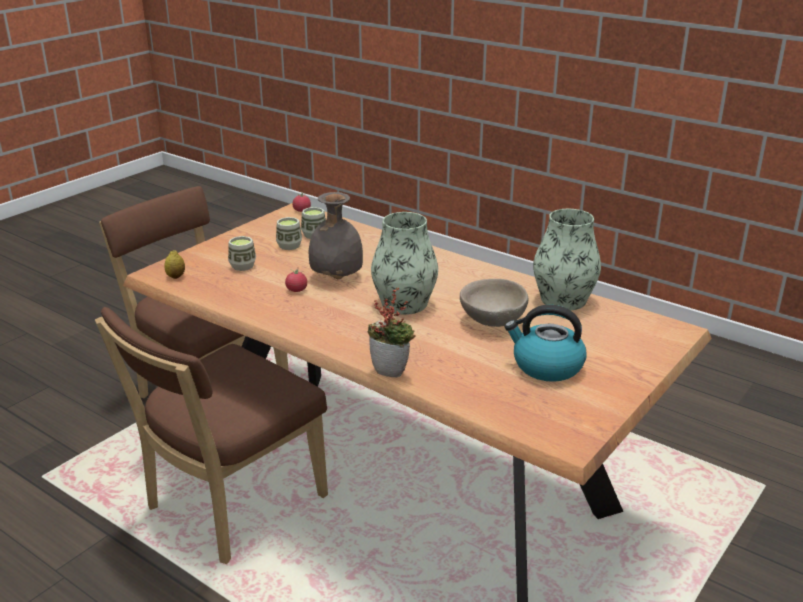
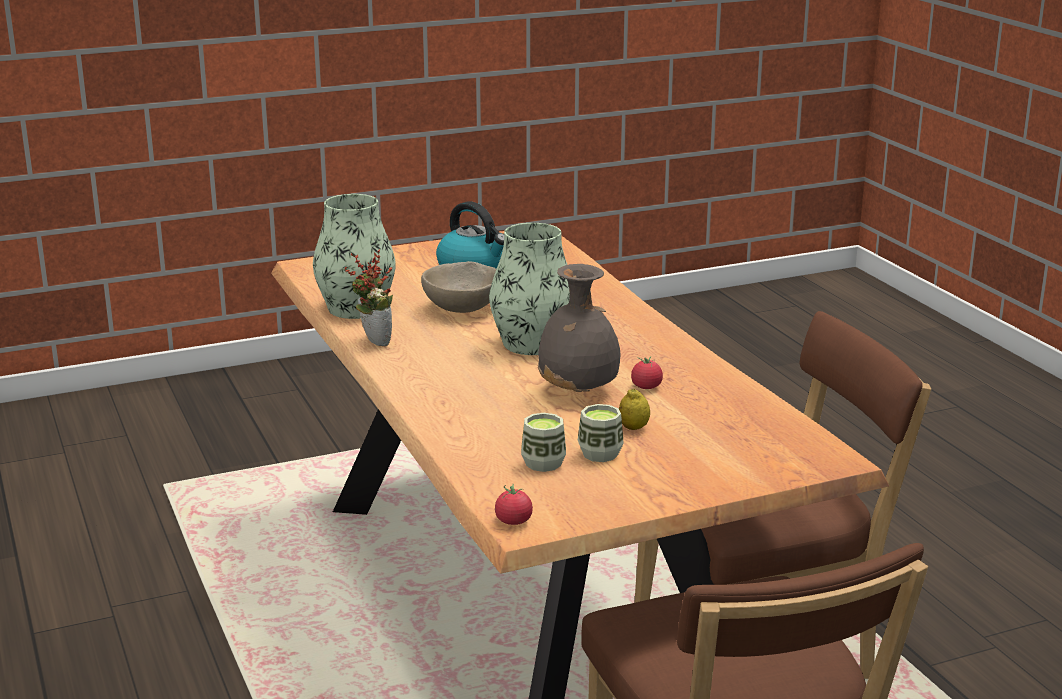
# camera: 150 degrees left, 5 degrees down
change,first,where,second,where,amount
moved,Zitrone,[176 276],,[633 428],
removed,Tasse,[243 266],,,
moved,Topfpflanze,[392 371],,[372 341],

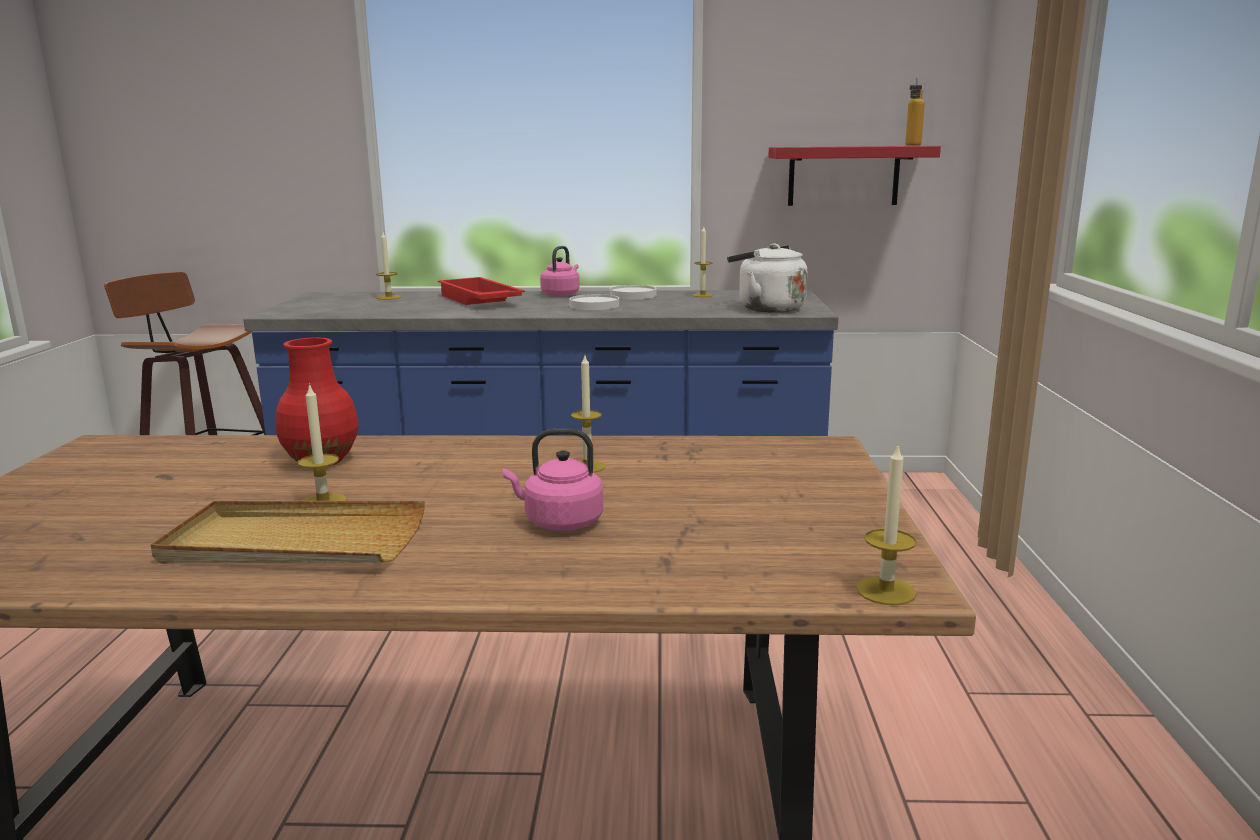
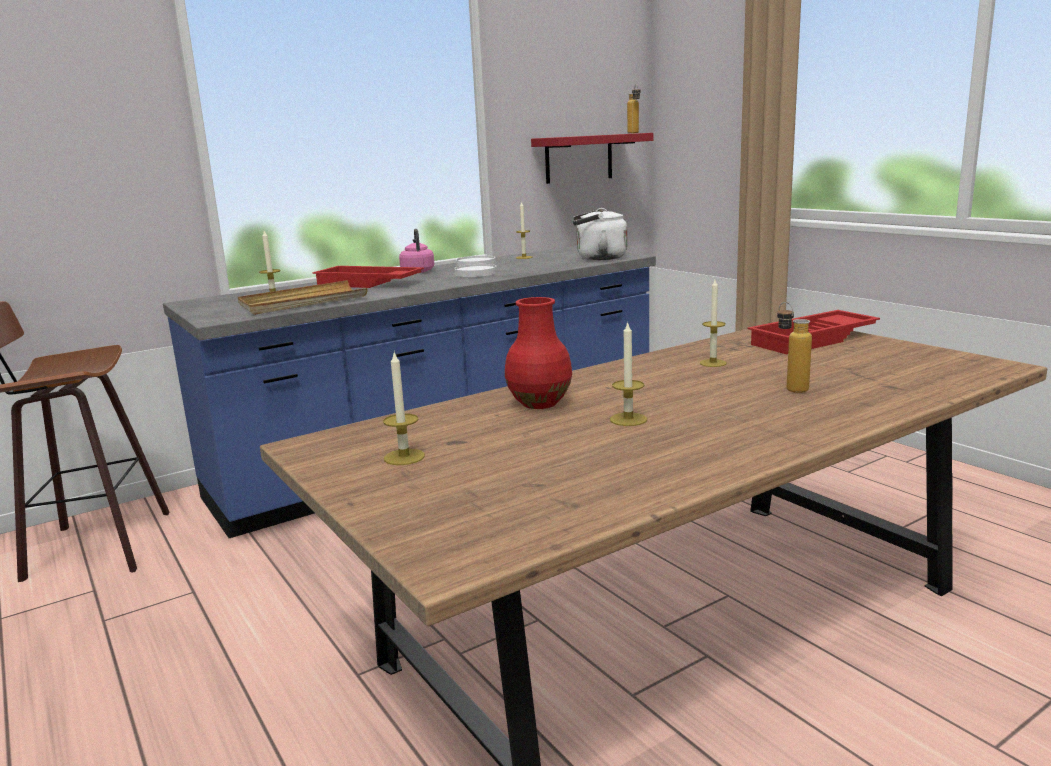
# camera: 35 degrees left, 0 degrees up
change,first,where,second,where,amount
moved,Tablett [beige],[294 543],,[302 302],
replaced,Wasserkessel [rosa],[559 522],Flasche,[790 388],
moved,Kerze,[886 591],,[404 457],
added,,,Tablett [rot],[813 340],

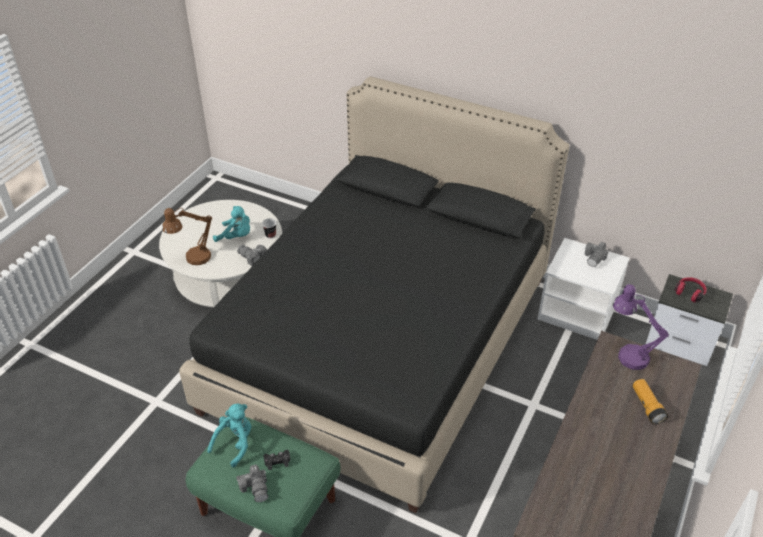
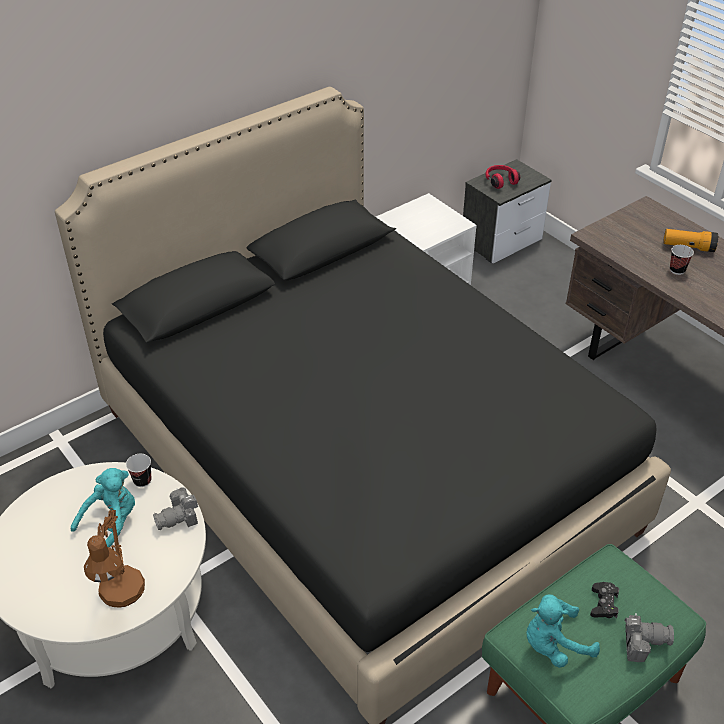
# camera: 65 degrees left, 0 degrees up
change,first,where,second,where,amount
turned,Plüschtier [türkis],[235 443],,[554 645],75 degrees counterclockwise
removed,Kamera,[594 258],,,
removed,Tischlampe [lila],[627 354],,,
added,,,Tasse,[677 270],

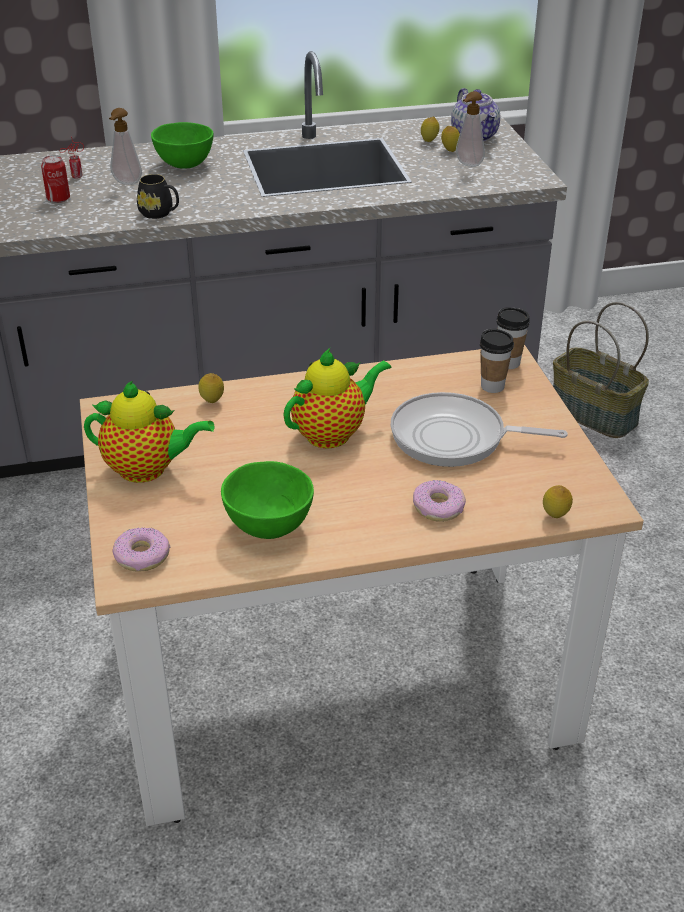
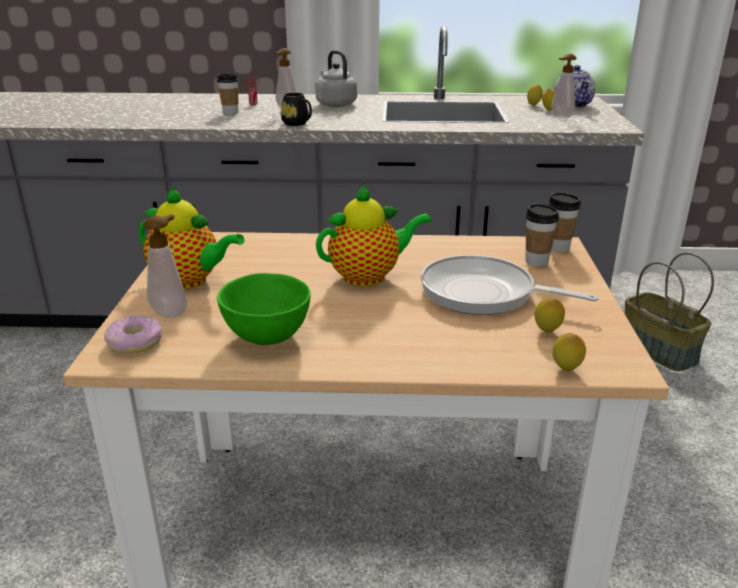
# camera: 15 degrees right, 10 degrees down
change,first,where,second,where,amount
replaced,Dose,[58 199],Tasse,[230 113],
replaced,Schüssel [grün],[184 164],Wasserkessel [grau],[335 104],
moved,Zitrone,[212 402],,[547 332],
removed,Donut,[438 507],,,
added,,,Seifenspender,[171 312],

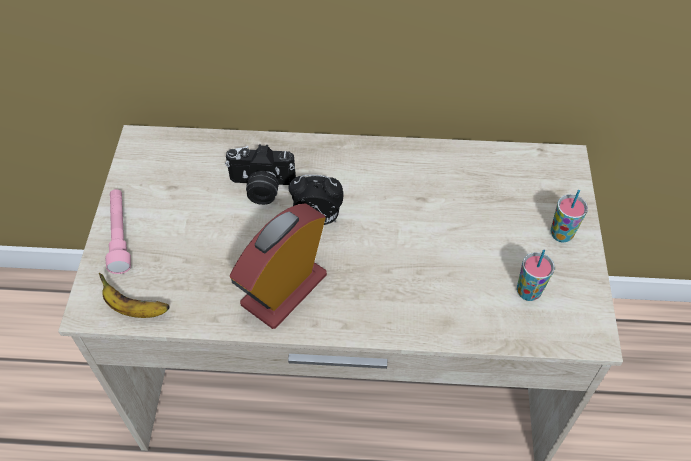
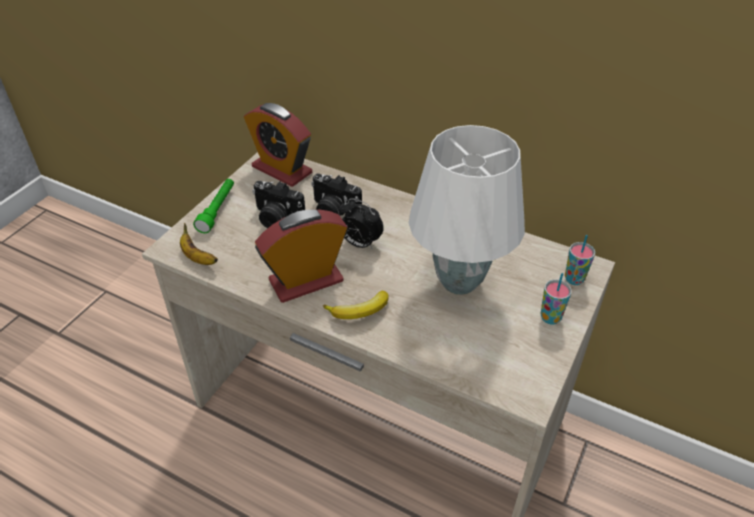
# camera: 25 degrees right, 10 degrees down
change,first,where,second,where,amount
recoloured,Taschenlampe [rosa],[119 235],Taschenlampe [grün],[217 210],
moved,Tasse,[528 292],,[574 279],
added,,,Wecker,[282 170],
added,,,Kamera,[276 218],
added,,,Banane,[359 311],
added,,,Tischlampe [weiß],[460 282],

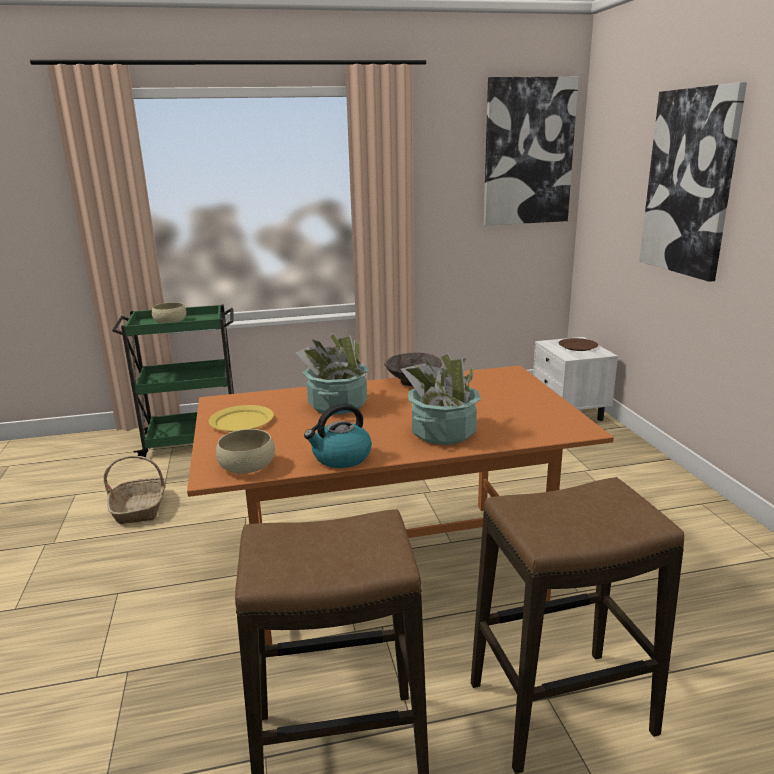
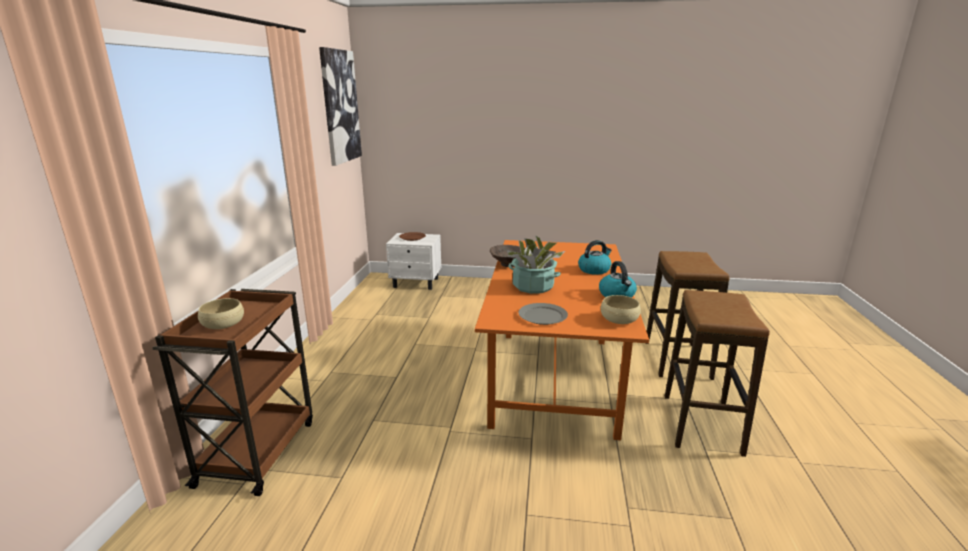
# camera: 70 degrees left, 0 degrees up
change,first,where,second,where,amount
removed,Korb,[140 508],,,
recoloured,Rollwagen [grün],[193 441],Rollwagen [braun],[258 451],
recoloured,Teller [gelb],[242 421],Teller [grau],[543 316],
replaced,Topfpflanze,[443 432],Wasserkessel,[594 270],
removed,Bild,[689 183],,,

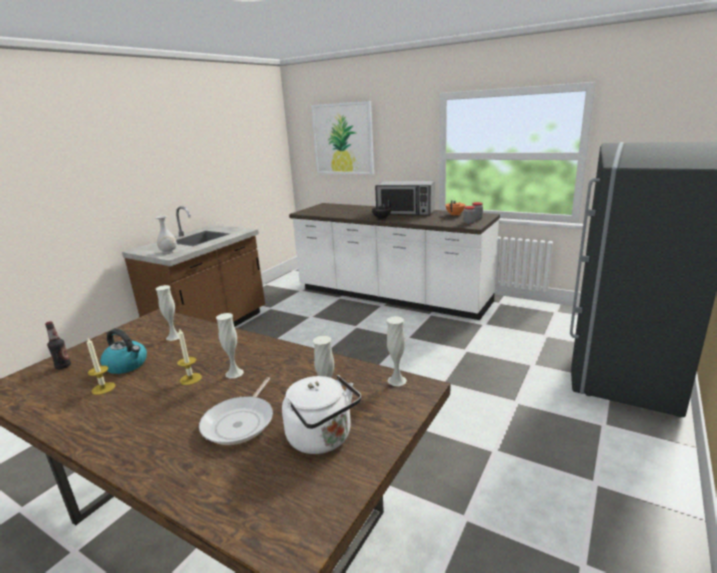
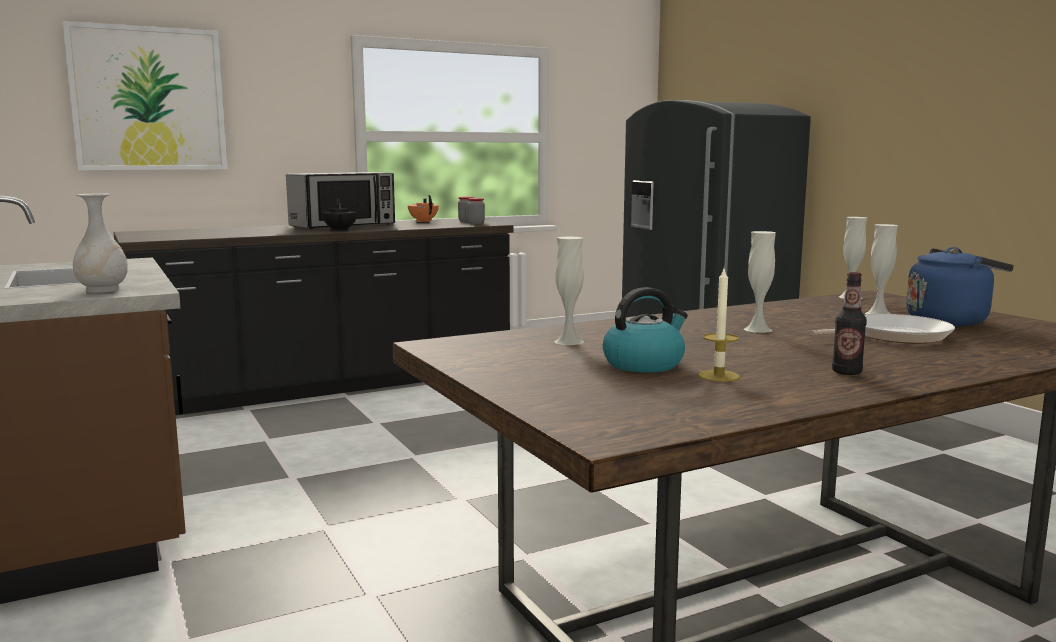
# camera: 60 degrees left, 10 degrees down
change,first,where,second,where,amount
moved,Flasche,[63 366],,[846 372],
removed,Kerze,[190 379],,,
turned,Pfanne,[240 422],,[893 336],60 degrees counterclockwise
recoloured,Wasserkessel [weiß],[323 439],Wasserkessel [blau],[950 321],
recoloured,Küchenzeile [weiß],[391 296],Küchenzeile [schwarz],[330 385],

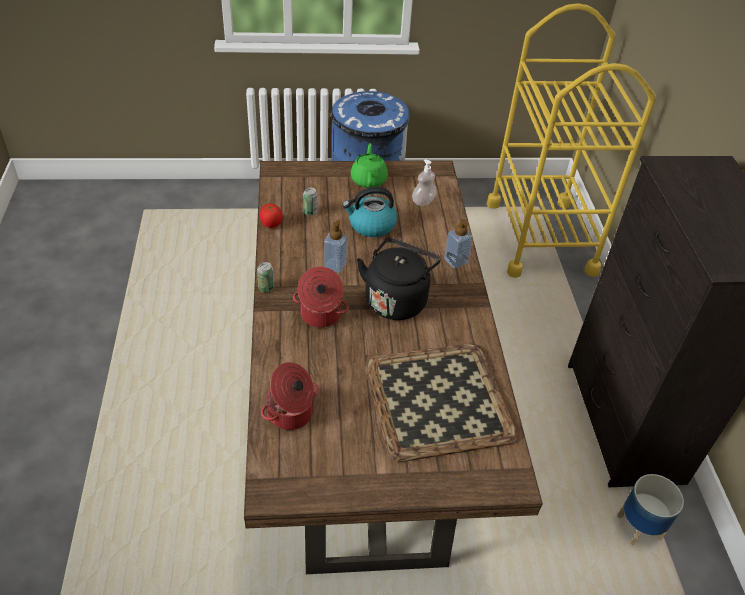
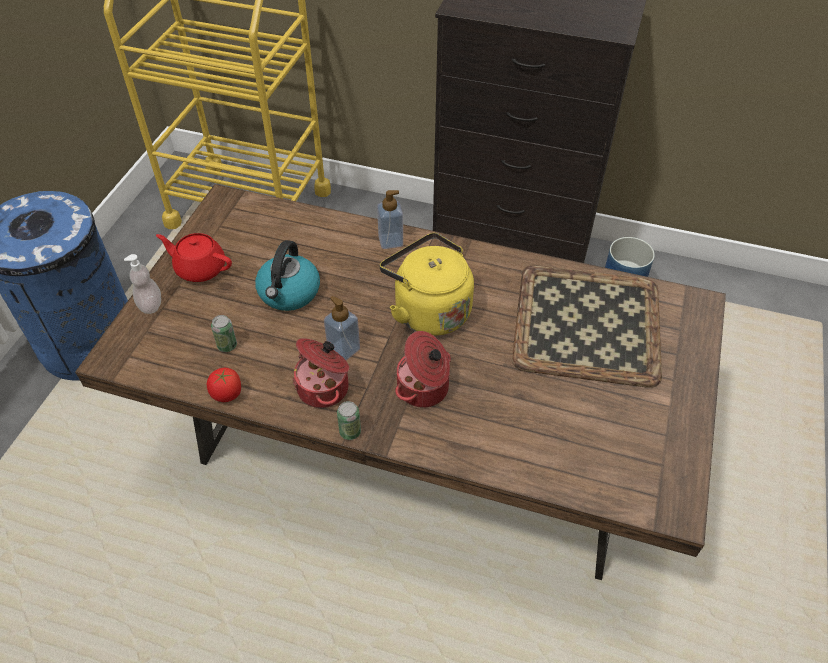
# camera: 65 degrees left, 5 degrees up
change,first,where,second,where,amount
moved,Kochtopf,[291 414],,[324 388],
recoloured,Teekanne [grün],[369 180],Teekanne [rot],[200 268],
recoloured,Wasserkessel [schwarz],[396 299],Wasserkessel [gelb],[428 310],
moved,Seifenspender,[423 202],,[150 305],

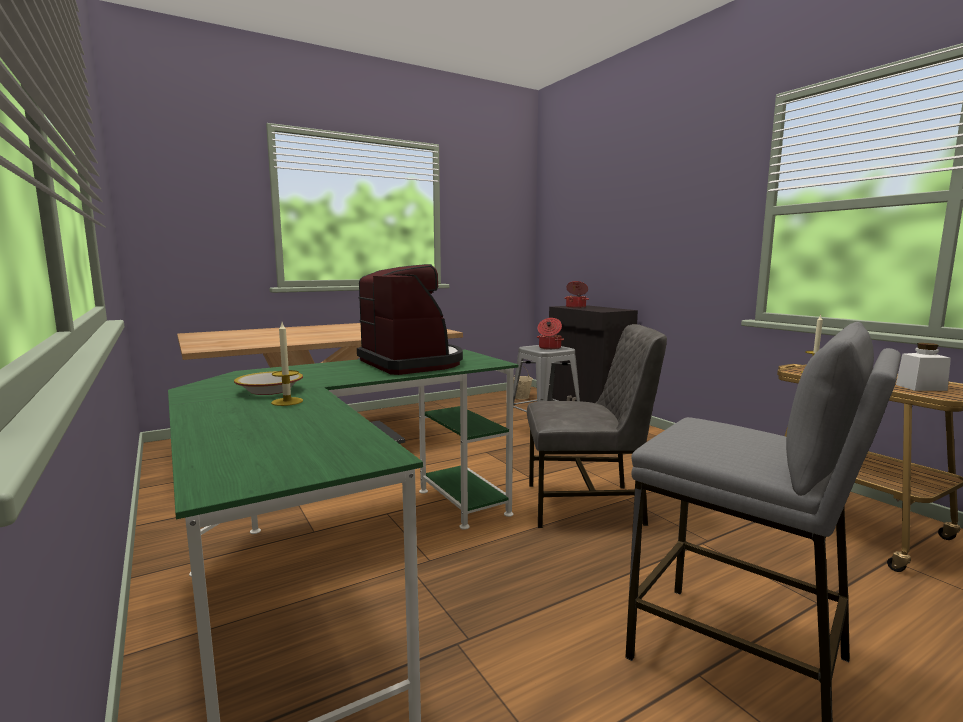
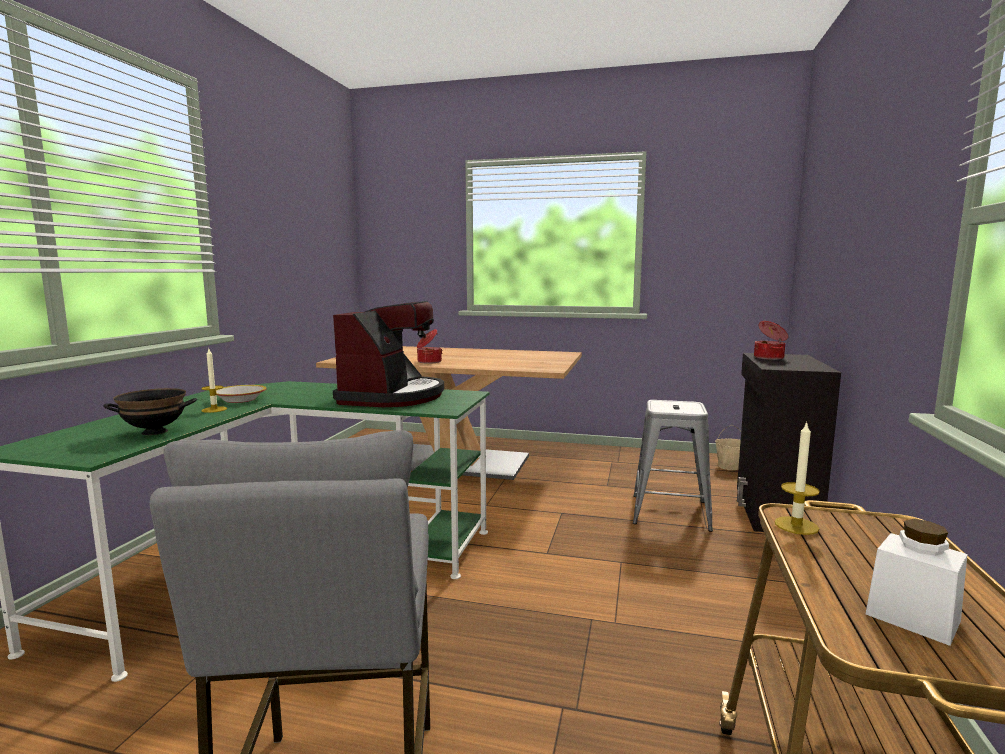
# camera: 45 degrees right, 0 degrees up
change,first,where,second,where,amount
removed,Stuhl [grau],[586 505],,,
moved,Kochtopf,[549 348],,[428 362],
added,,,Schüssel [schwarz],[155 432],

